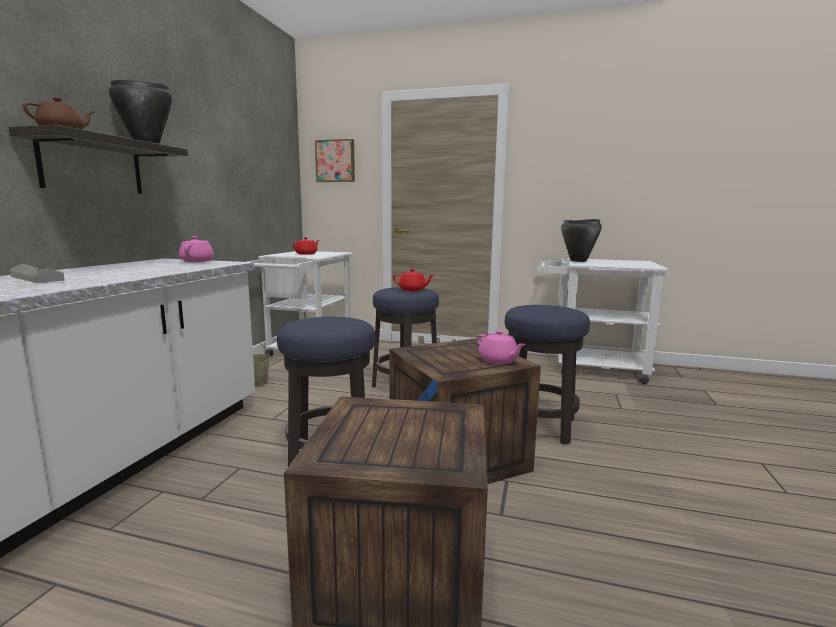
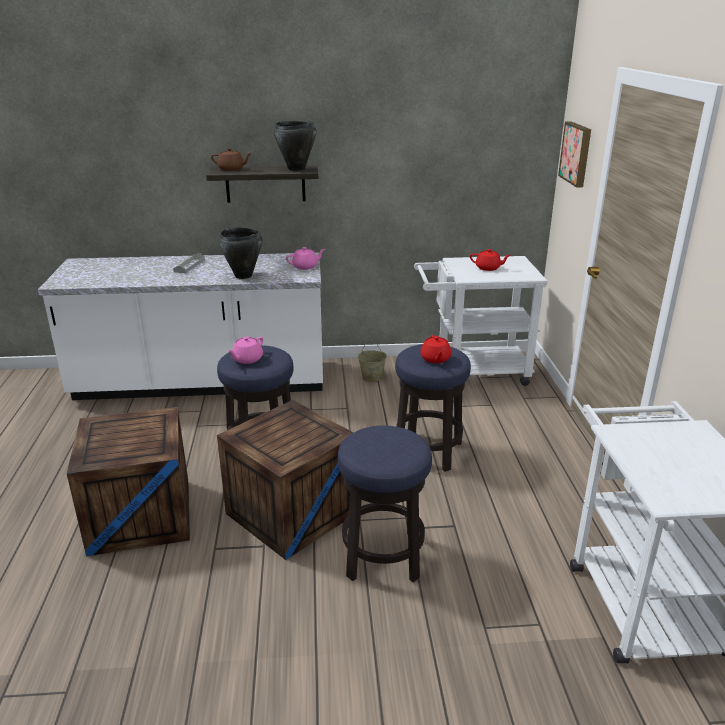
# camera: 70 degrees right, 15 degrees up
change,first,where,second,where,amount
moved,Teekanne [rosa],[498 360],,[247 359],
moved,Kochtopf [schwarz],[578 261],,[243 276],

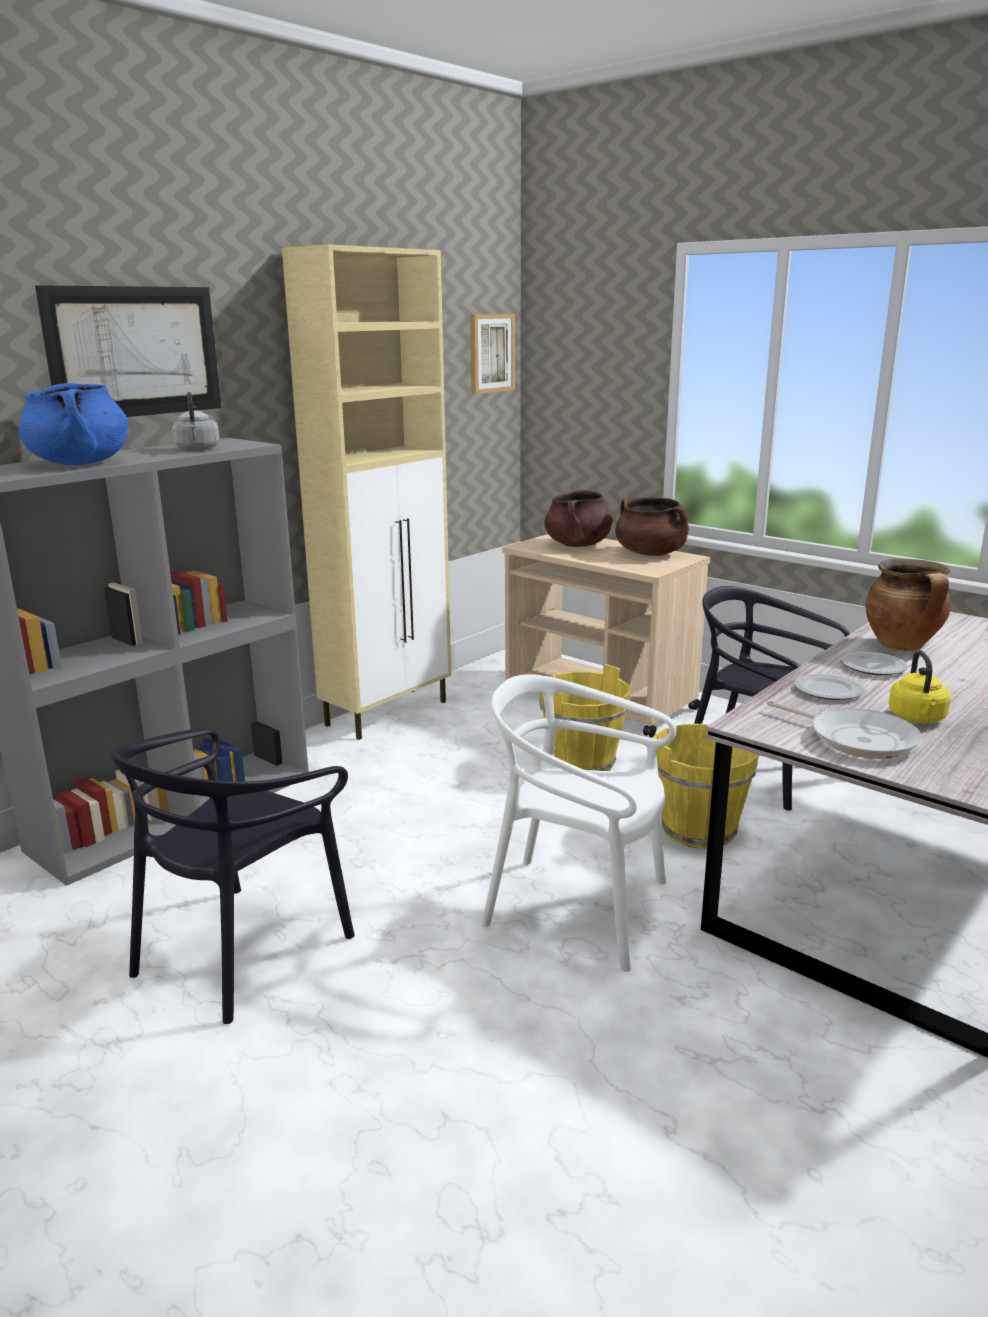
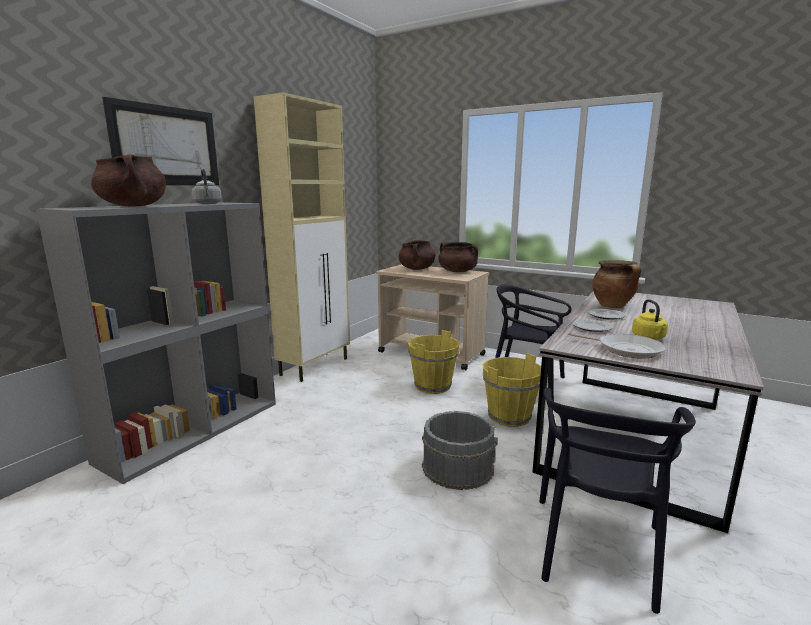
# camera: 10 degrees left, 5 degrees down
change,first,where,second,where,amount
recoloured,Kochtopf [blau],[80 463],Kochtopf [braun],[133 206],
moved,Stuhl [schwarz],[242 951],,[596 548],
removed,Bild,[491 353],,,
replaced,Stuhl [weiß],[578 908],Eimer [grau],[458 467],

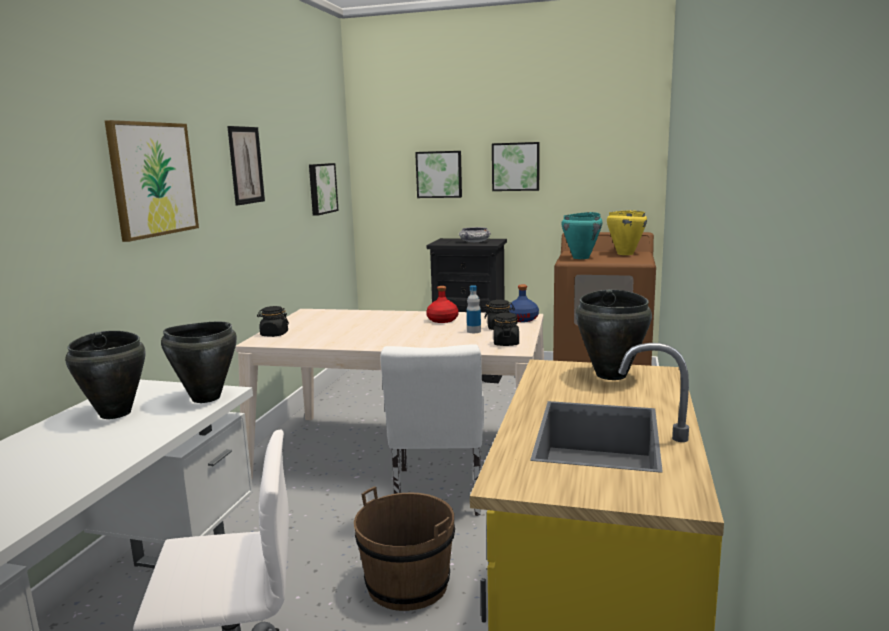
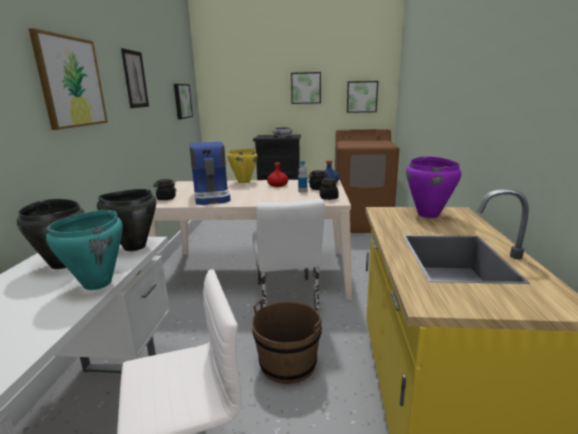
# camera: 10 degrees left, 5 degrees up
change,first,where,second,where,amount
moved,Bild,[439 174],,[362 97],
moved,Kochtopf [türkis],[581 258],,[98 283],
recoloured,Kochtopf [schwarz],[611 375],Kochtopf [lila],[428 214],
moved,Kochtopf [gelb],[625 254],,[243 182],
added,,,Kaffeemaschine,[212 196],

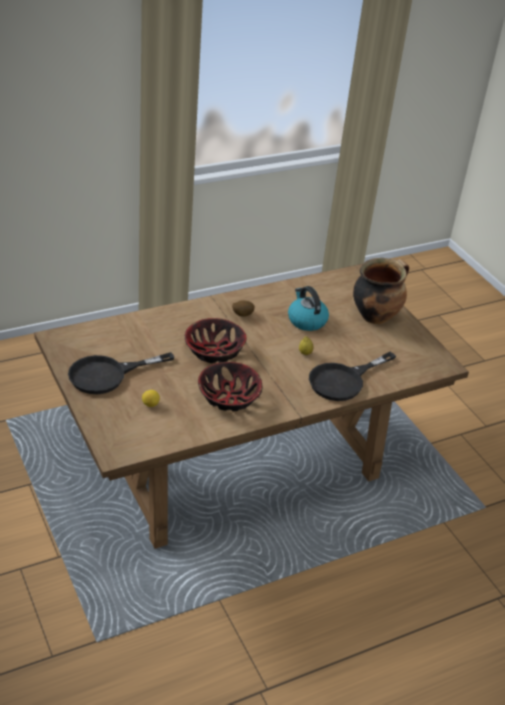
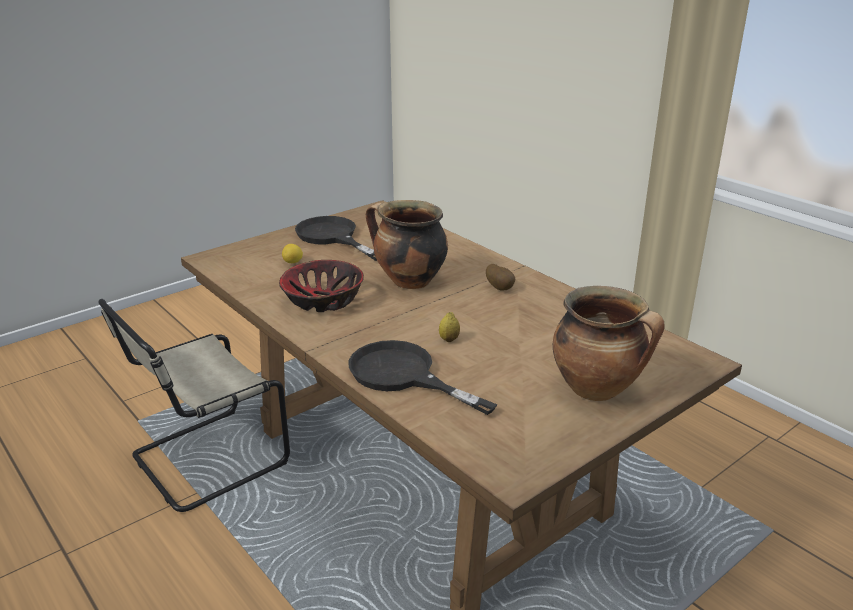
# camera: 80 degrees right, 10 degrees down
change,first,where,second,where,amount
replaced,Schüssel,[214 352],Kochtopf,[408 282],
removed,Wasserkessel,[306 320],,,
added,,,Stuhl [beige],[204 461],

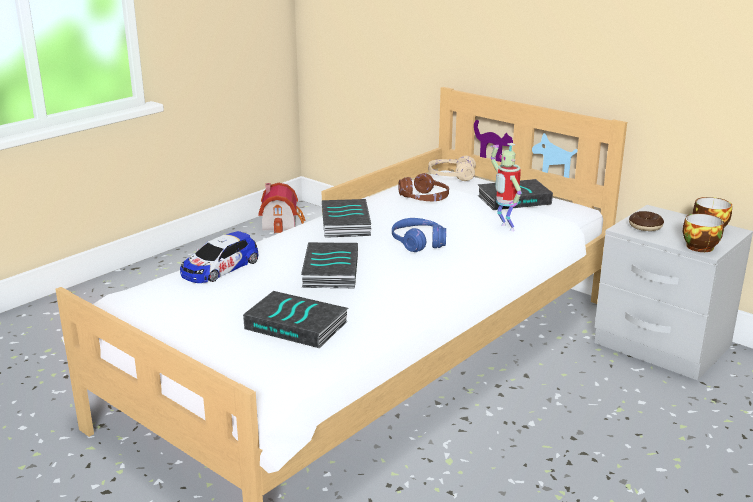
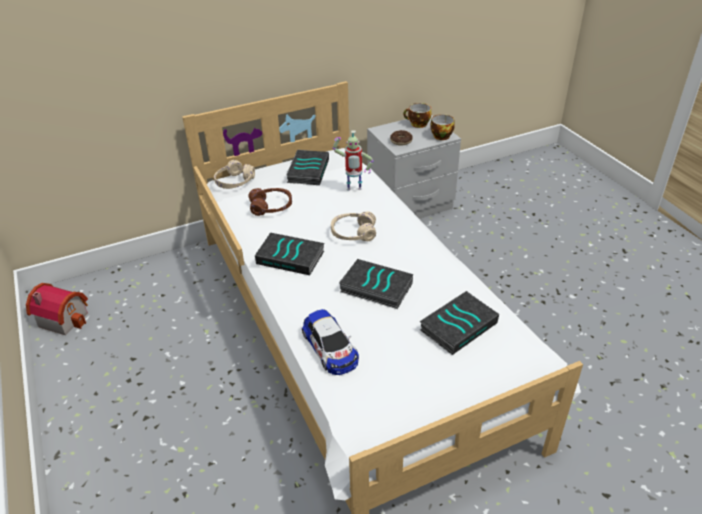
# camera: 65 degrees left, 15 degrees up
change,first,where,second,where,amount
recoloured,Kopfhörer [blau],[418 243],Kopfhörer [beige],[353 233],

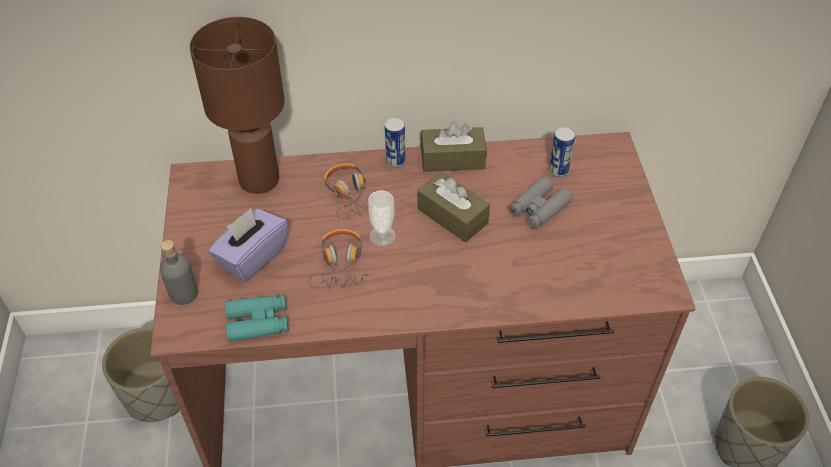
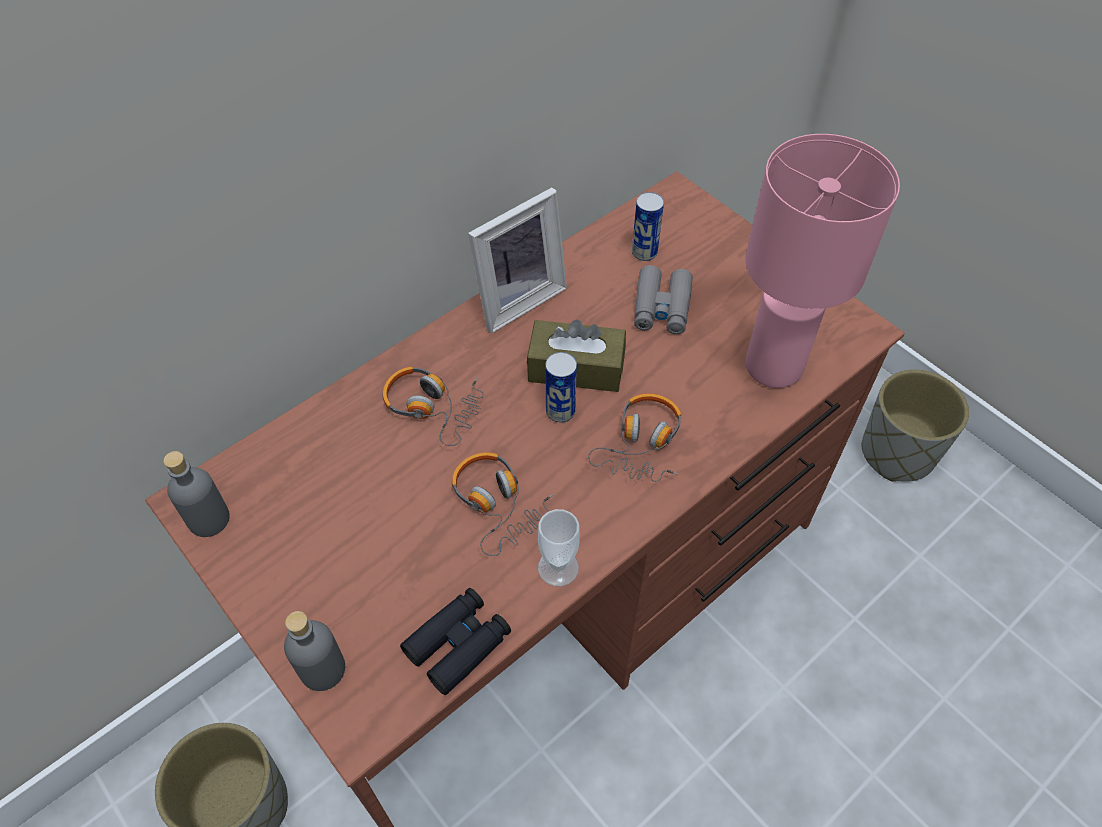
# camera: 35 degrees left, 5 degrees up
change,first,where,second,where,amount
removed,Tischlampe [braun],[260 179],,,
removed,Taschentuchbox [lila],[252 257],,,
recoloured,Fernglas [türkis],[258 322],Fernglas [schwarz],[458 644],
moved,Tasse,[382 236],,[558 568],
moved,Dose,[395 161],,[560 411],
replaced,Taschentuchbox [braun],[452 159],Bilderrahmen,[516 298],
added,,,Flasche [grau],[209 519],
added,,,Kopfhörer,[641 444],
added,,,Tischlampe [rosa],[774 368],

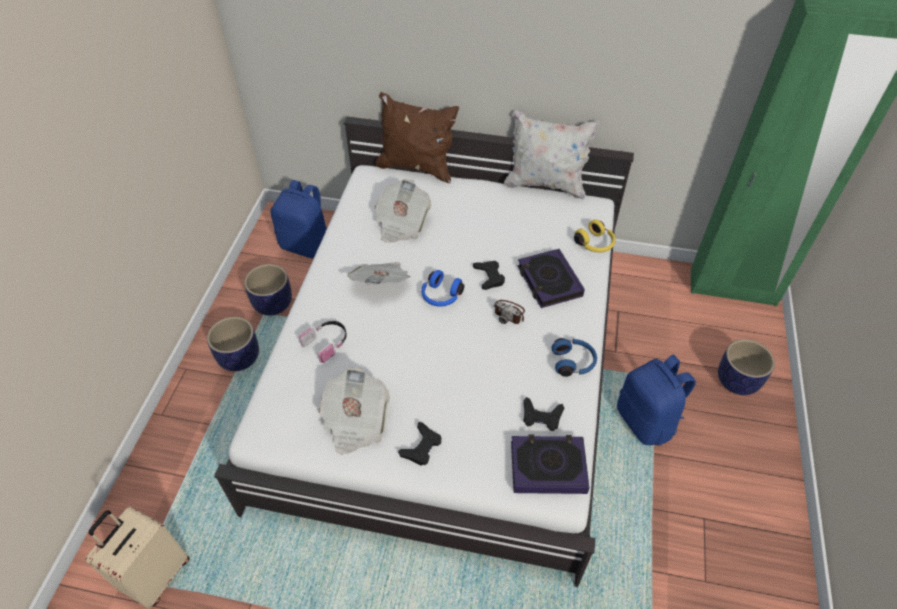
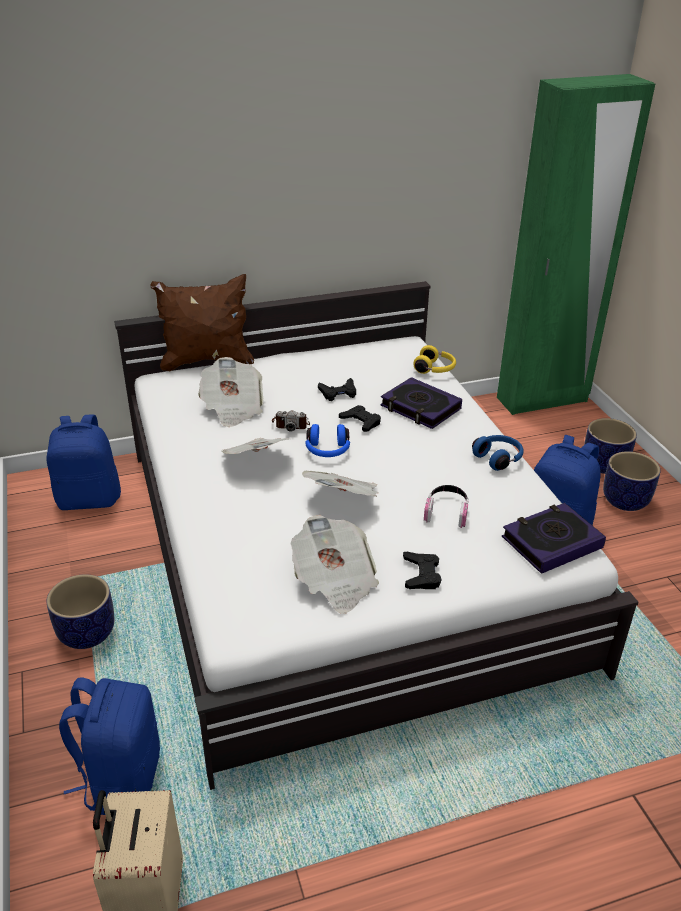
# camera: 30 degrees left, 15 degrees down
change,first,where,second,where,amount
moved,Pflanzkübel,[273 304],,[625 501],
moved,Kopfhörer,[327 342],,[447 510],
moved,Kamera,[509 313],,[291 424],
removed,Kissen [weiß],[545 184],,,
moved,Gamepad [schwarz],[541 417],,[338 393],
added,,,Rucksack [blau],[121 778],
added,,,Zeitung,[344 499],

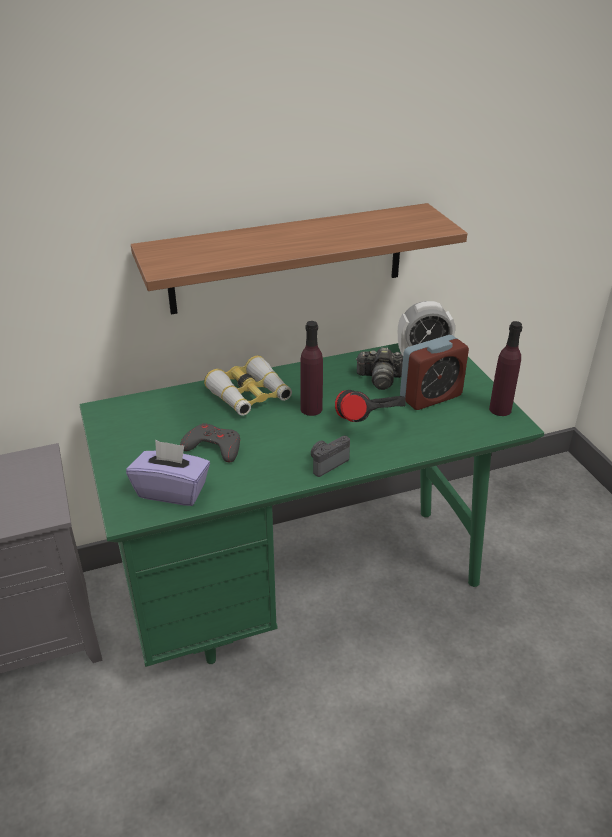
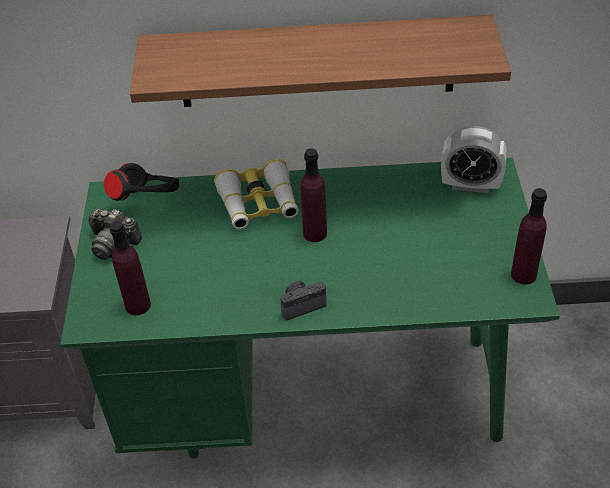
# camera: 20 degrees right, 10 degrees up
change,first,where,second,where,amount
replaced,Taschentuchbox [lila],[172 490],Flasche [lila],[138 305],
removed,Gamepad [grau],[213 447],,,
moved,Kopfhörer [schwarz],[369 423],,[148 201],
moved,Kamera,[379 379],,[113 243],
removed,Wecker,[430 397],,,

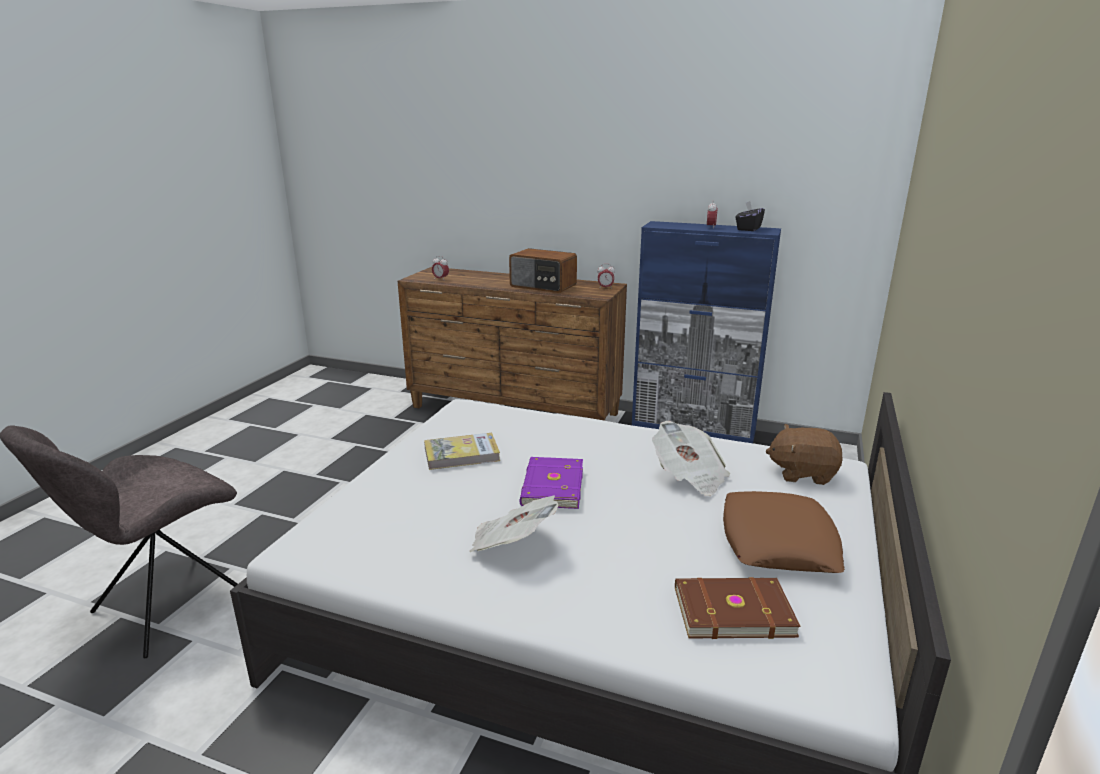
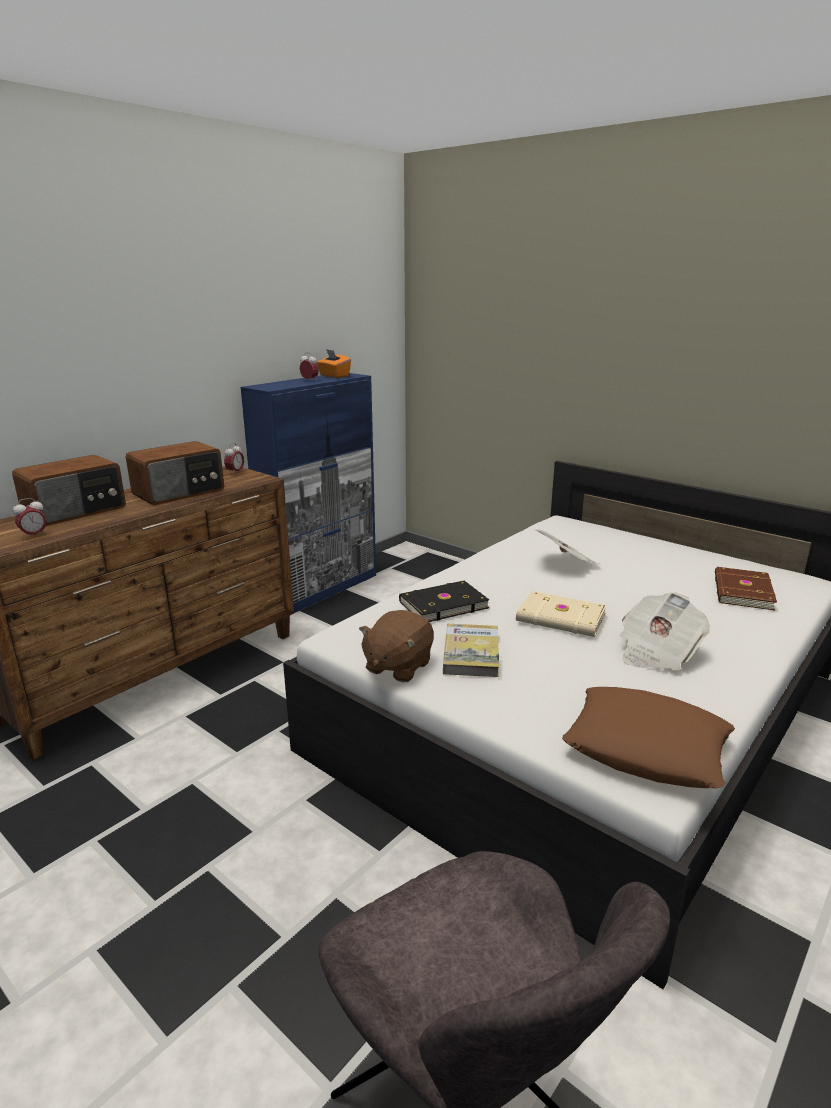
# camera: 70 degrees left, 0 degrees up
change,first,where,second,where,amount
recoloured,Buch [lila],[551 486],Buch [beige],[561 618],
moved,Kissen [braun],[778 542],,[647 747],
recoloured,Taschentuchbox [schwarz],[748 229],Taschentuchbox [orange],[333 376],
moved,Plüschtier [braun],[802 473],,[397 666],
added,,,Radio,[76 511],
added,,,Buch [schwarz],[442 604],

